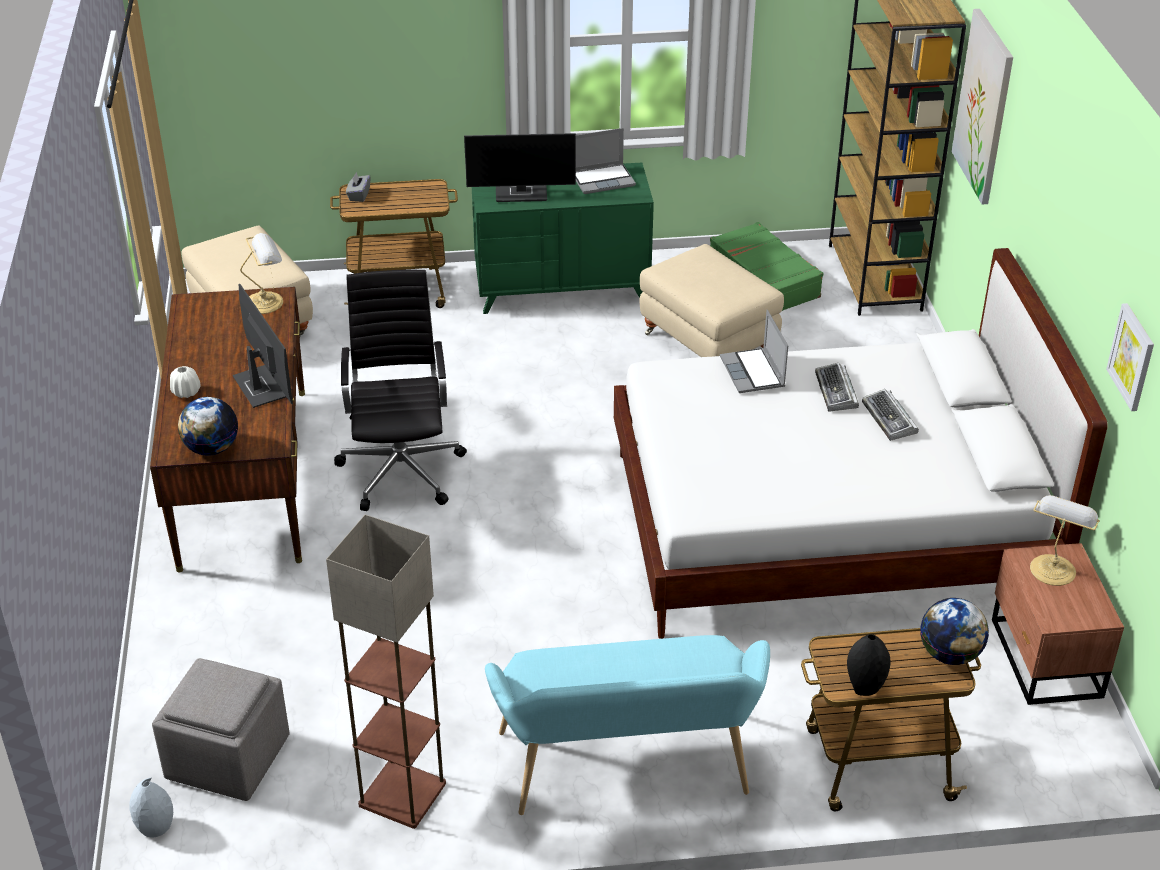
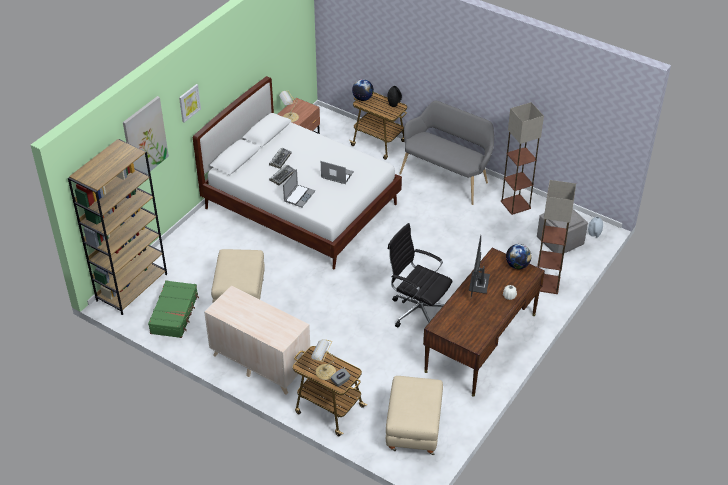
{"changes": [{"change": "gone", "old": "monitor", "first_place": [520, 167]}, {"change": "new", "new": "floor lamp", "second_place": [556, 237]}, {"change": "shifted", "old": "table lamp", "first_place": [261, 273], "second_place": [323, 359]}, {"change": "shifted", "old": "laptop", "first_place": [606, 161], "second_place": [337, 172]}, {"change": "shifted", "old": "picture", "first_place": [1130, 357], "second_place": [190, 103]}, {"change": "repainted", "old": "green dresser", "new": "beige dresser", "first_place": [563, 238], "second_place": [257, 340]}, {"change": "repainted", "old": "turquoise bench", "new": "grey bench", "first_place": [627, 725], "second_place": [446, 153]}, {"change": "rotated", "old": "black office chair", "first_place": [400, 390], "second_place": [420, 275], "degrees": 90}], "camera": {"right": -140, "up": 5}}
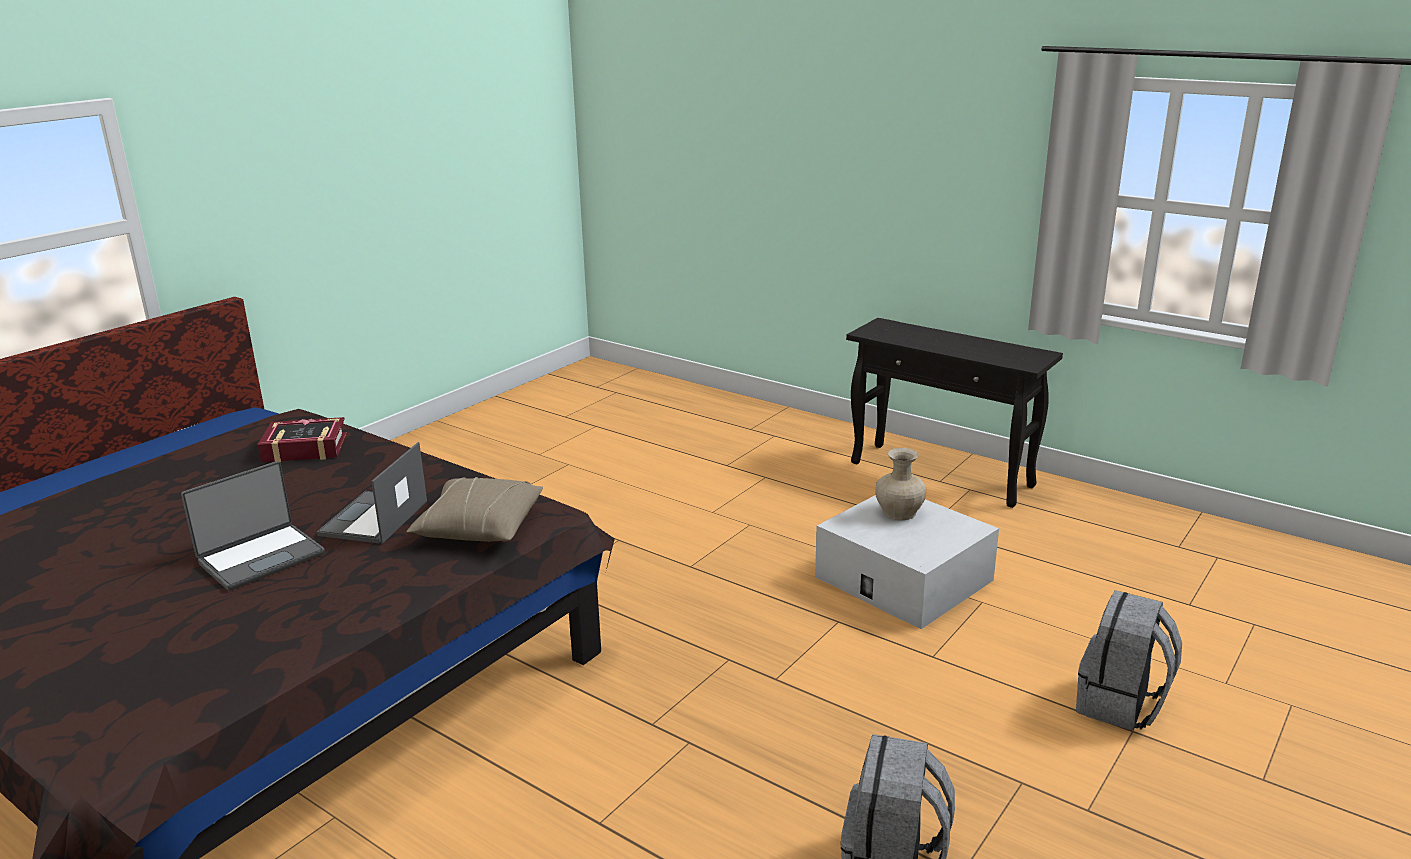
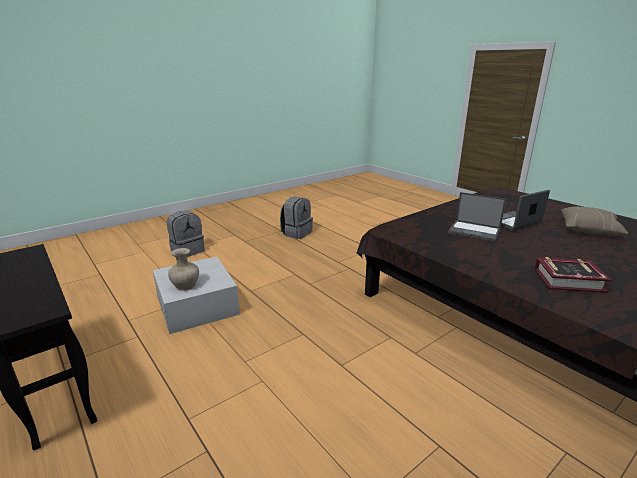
{"changes": [{"change": "shifted", "old": "beige pillow", "first_place": [474, 509], "second_place": [595, 221]}, {"change": "rotated", "old": "laptop", "first_place": [372, 493], "second_place": [477, 217], "degrees": 90}], "camera": {"right": -165, "up": 0}}
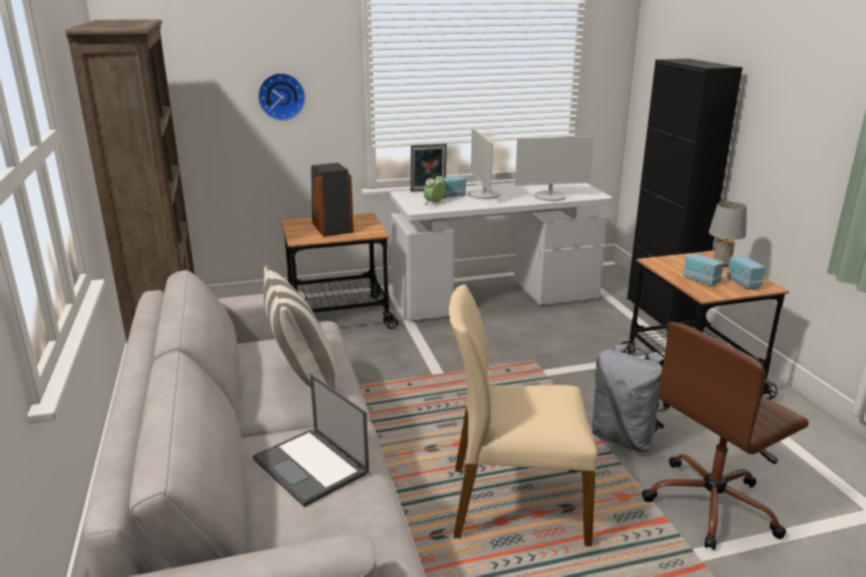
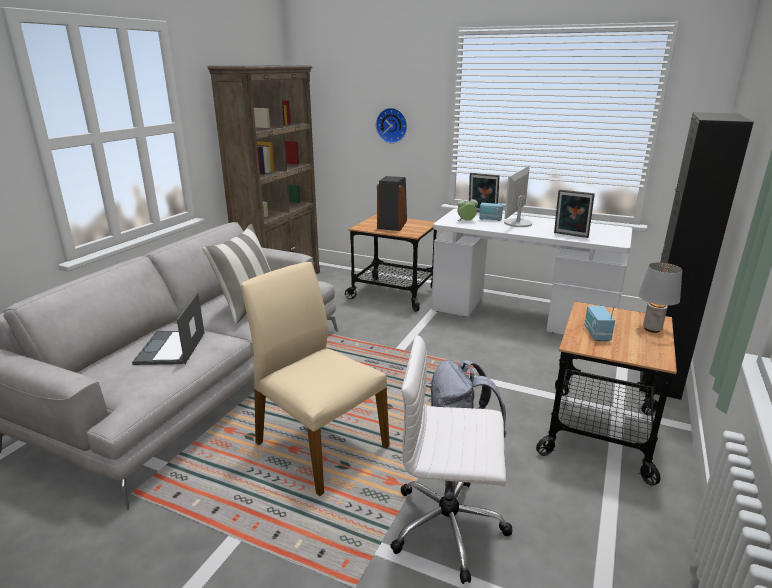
{"changes": [{"change": "gone", "old": "radio", "first_place": [746, 271]}, {"change": "swapped", "old": "monitor", "new": "picture frame", "first_place": [554, 168], "second_place": [574, 213]}, {"change": "repainted", "old": "brown office chair", "new": "white office chair", "first_place": [725, 436], "second_place": [451, 459]}], "camera": {"right": 40, "up": 0}}
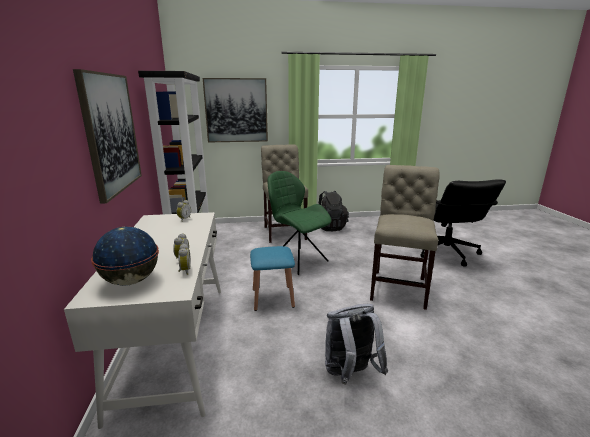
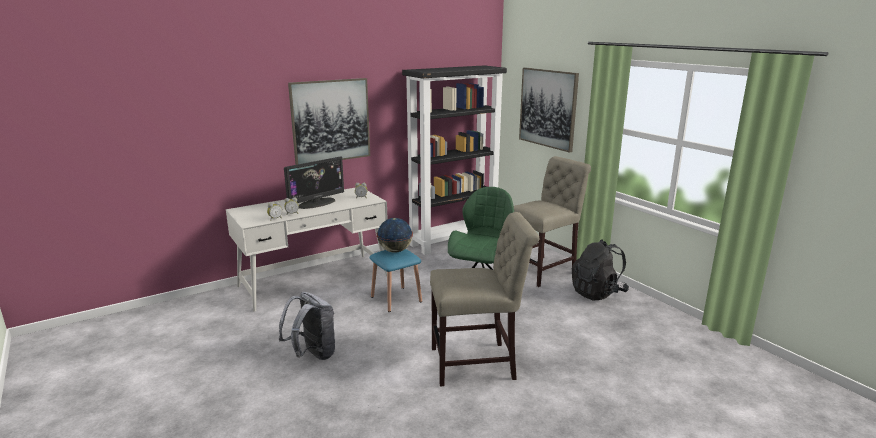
{"changes": [{"change": "gone", "old": "black office chair", "first_place": [463, 223]}, {"change": "new", "new": "monitor", "second_place": [314, 183]}, {"change": "shifted", "old": "globe", "first_place": [125, 256], "second_place": [395, 235]}], "camera": {"right": 65, "up": 0}}
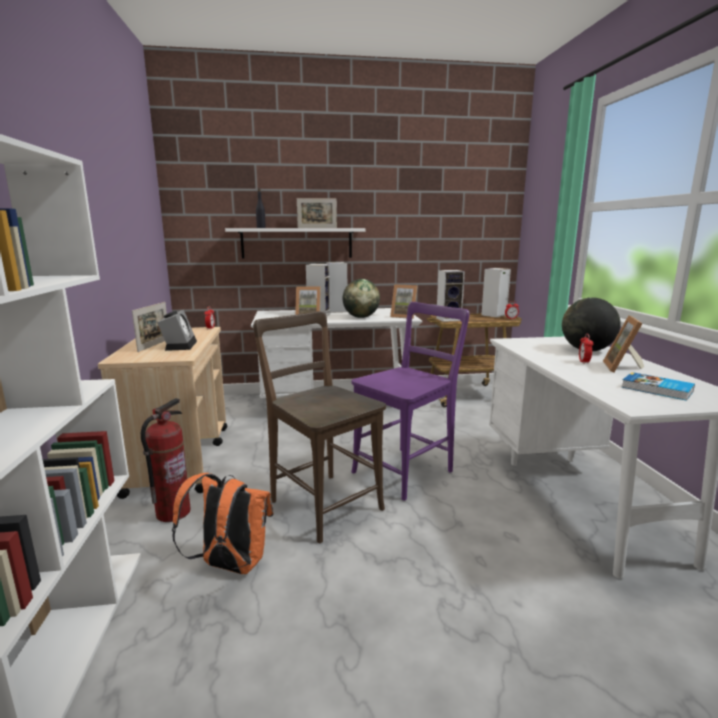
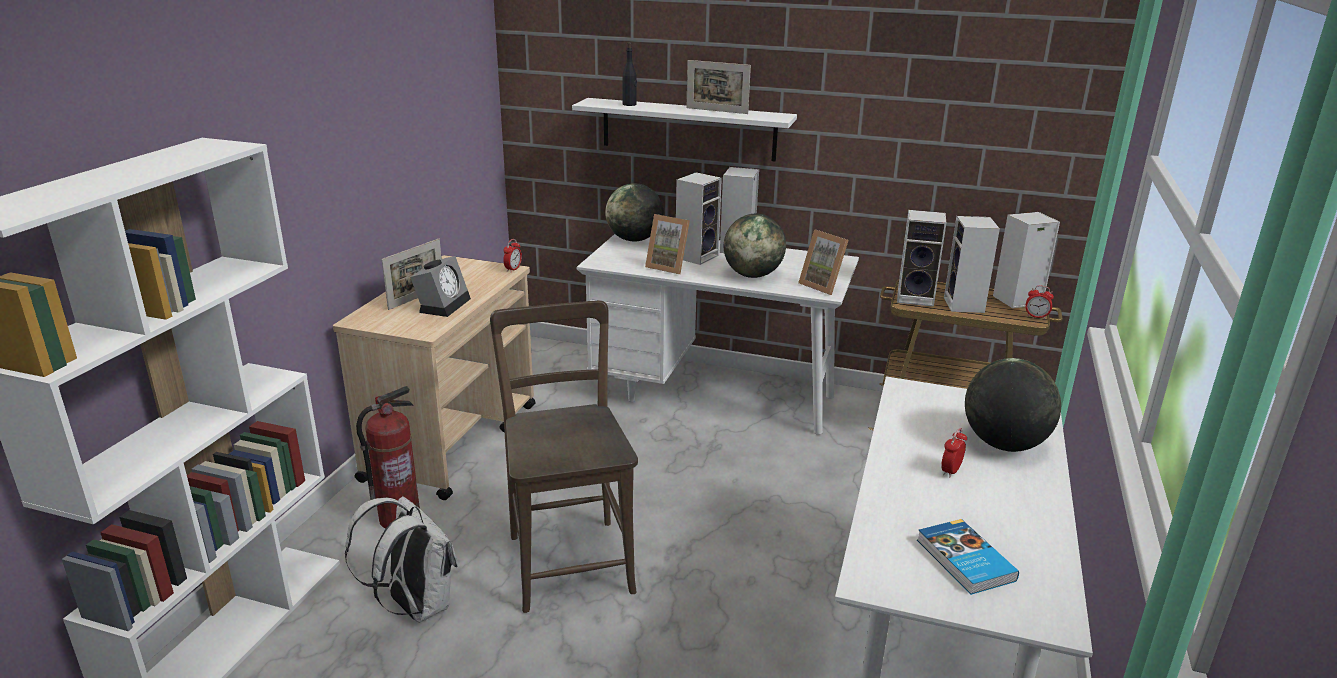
{"changes": [{"change": "gone", "old": "purple chair", "first_place": [410, 401]}, {"change": "gone", "old": "picture frame", "first_place": [623, 343]}, {"change": "new", "new": "globe", "second_place": [634, 212]}, {"change": "new", "new": "speaker", "second_place": [972, 264]}, {"change": "repainted", "old": "orange backpack", "new": "white backpack", "first_place": [223, 523], "second_place": [401, 559]}], "camera": {"right": 25, "up": 10}}
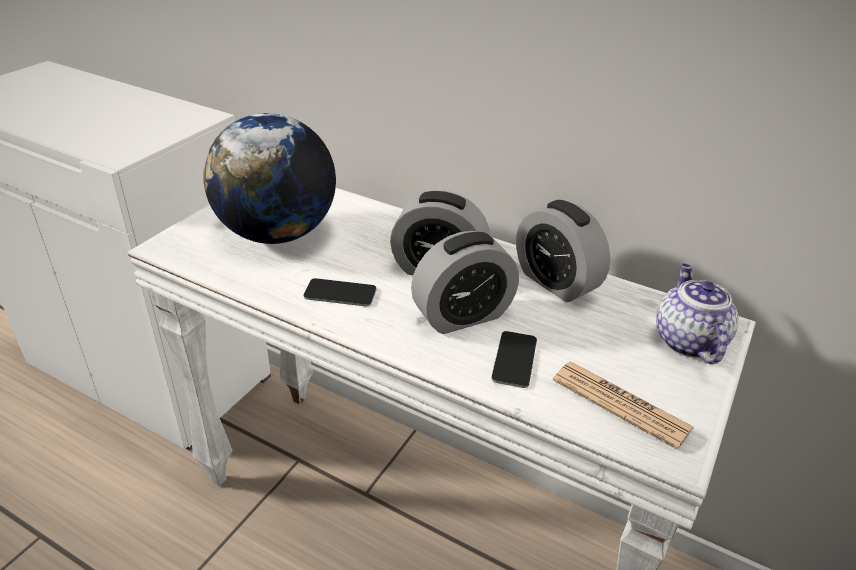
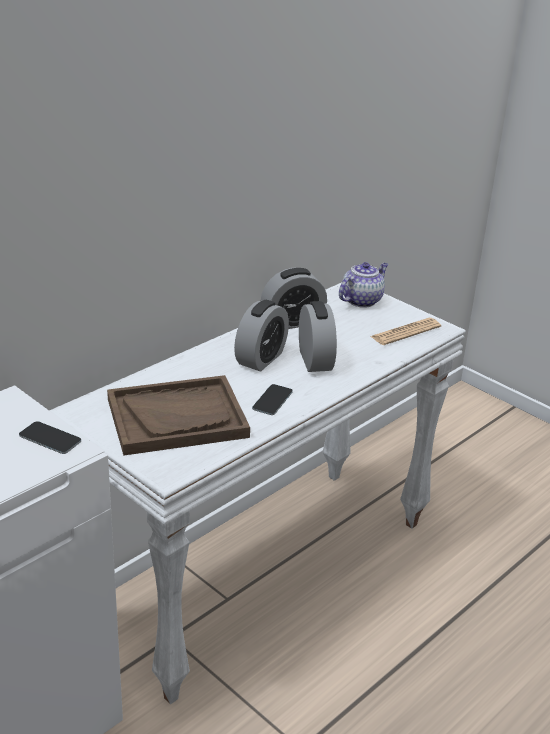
{"changes": [{"change": "shifted", "old": "phone", "first_place": [514, 359], "second_place": [50, 437]}, {"change": "swapped", "old": "globe", "new": "brown tray", "first_place": [269, 178], "second_place": [178, 415]}, {"change": "rotated", "old": "teapot", "first_place": [697, 313], "second_place": [363, 285], "degrees": 120}], "camera": {"right": -75, "up": -5}}
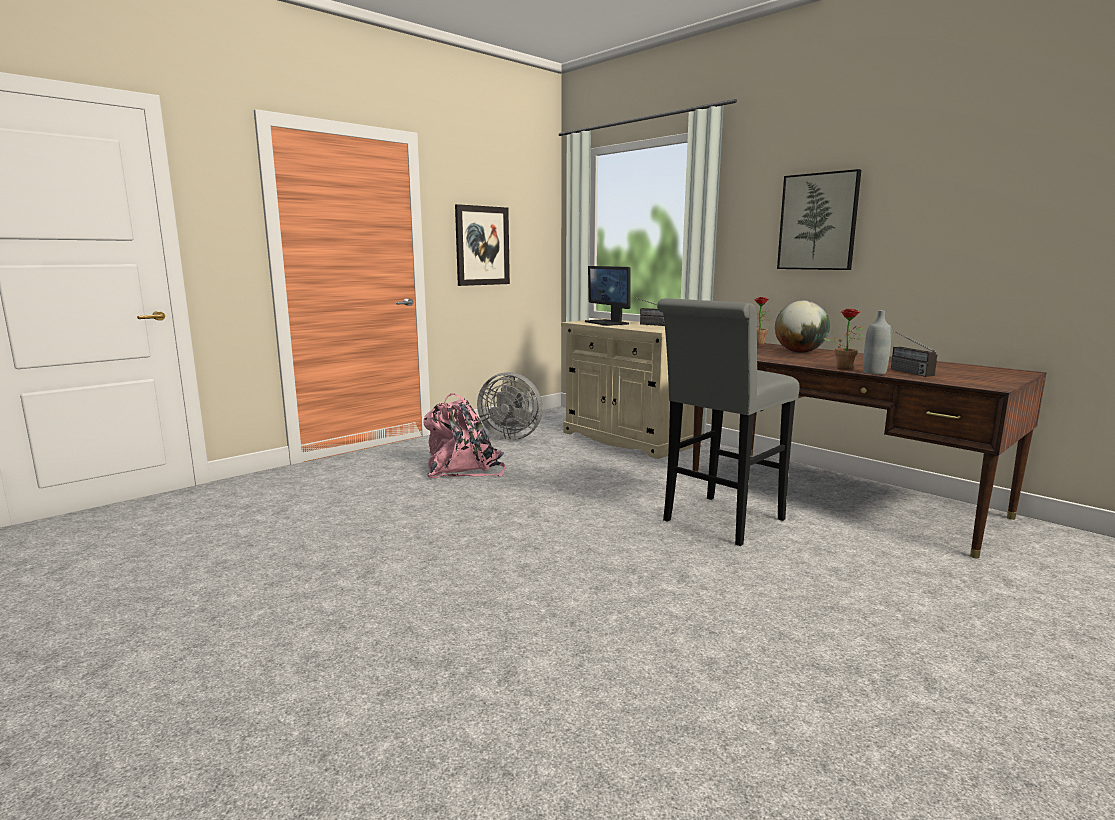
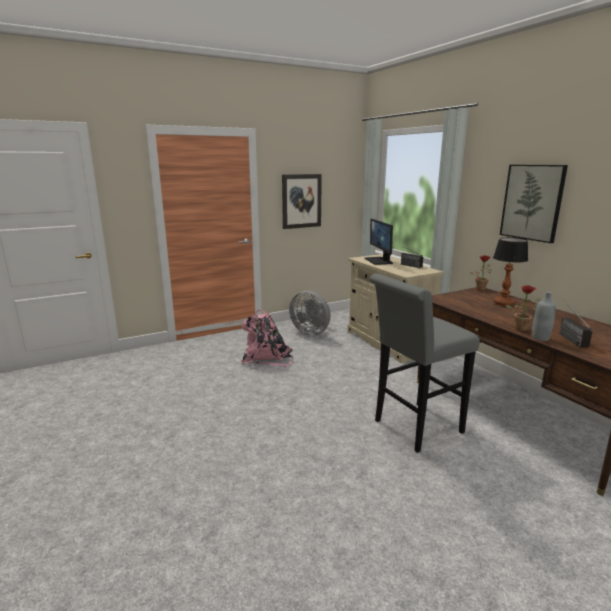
{"changes": [{"change": "swapped", "old": "globe", "new": "table lamp", "first_place": [802, 327], "second_place": [510, 271]}], "camera": {"right": 15, "up": 5}}
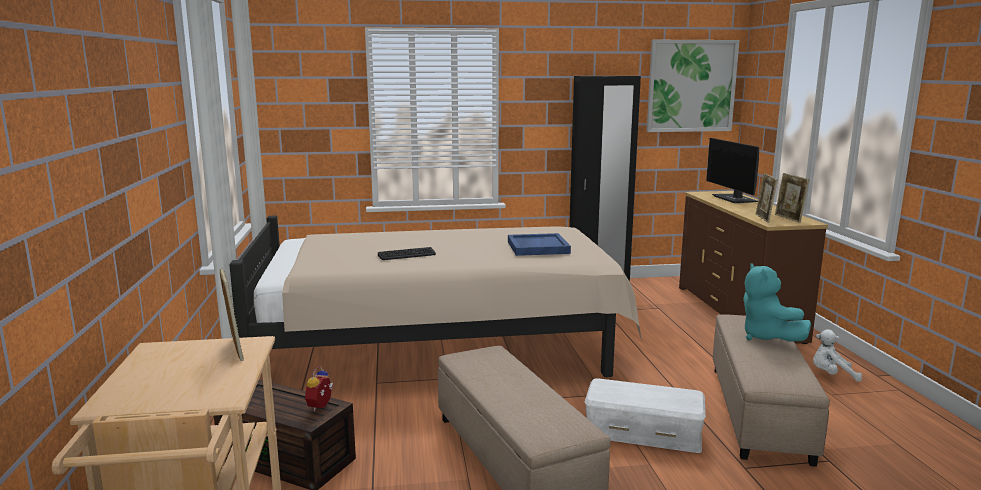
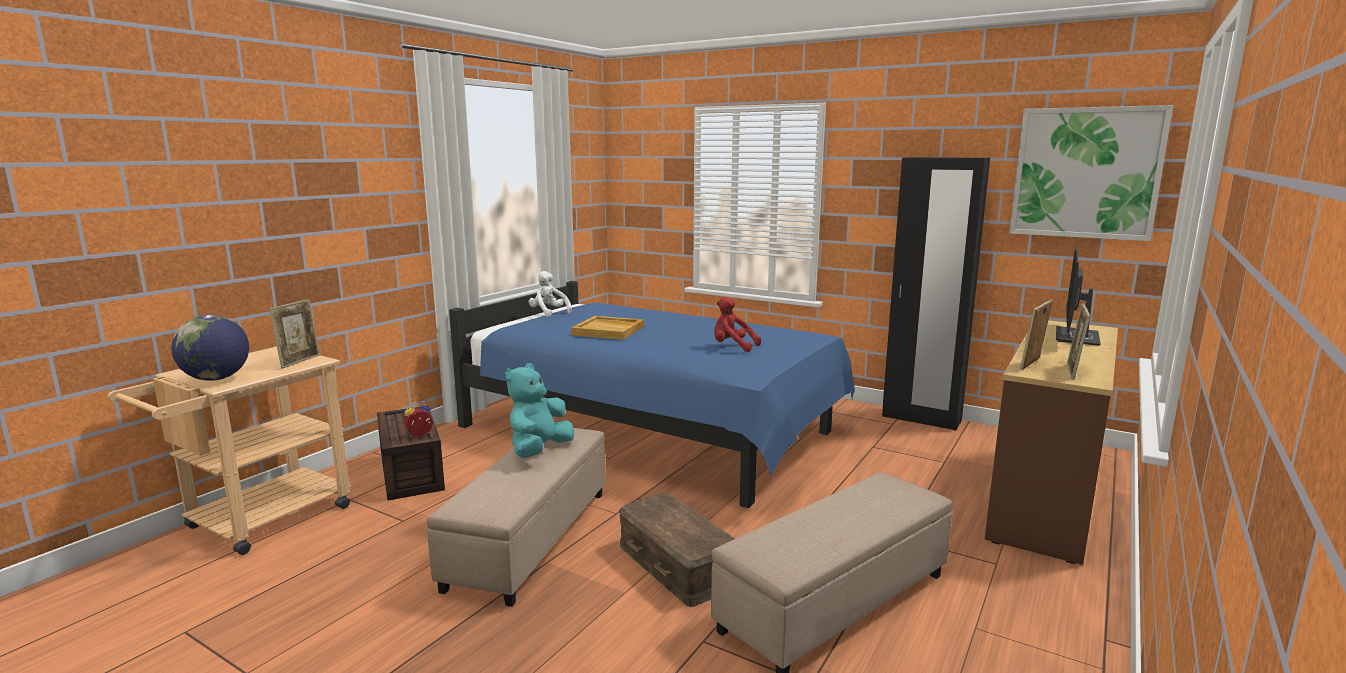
{"changes": [{"change": "new", "new": "globe", "second_place": [210, 348]}, {"change": "shifted", "old": "turquoise plush toy", "first_place": [777, 302], "second_place": [539, 410]}, {"change": "shifted", "old": "white plush toy", "first_place": [837, 355], "second_place": [550, 294]}, {"change": "swapped", "old": "keyboard", "new": "beige tray", "first_place": [407, 253], "second_place": [607, 328]}, {"change": "swapped", "old": "blue tray", "new": "red plush toy", "first_place": [539, 244], "second_place": [737, 324]}, {"change": "repainted", "old": "beige bed", "new": "blue bed", "first_place": [435, 296], "second_place": [652, 394]}, {"change": "repainted", "old": "white storage box", "new": "brown storage box", "first_place": [645, 416], "second_place": [677, 550]}], "camera": {"right": 40, "up": 0}}
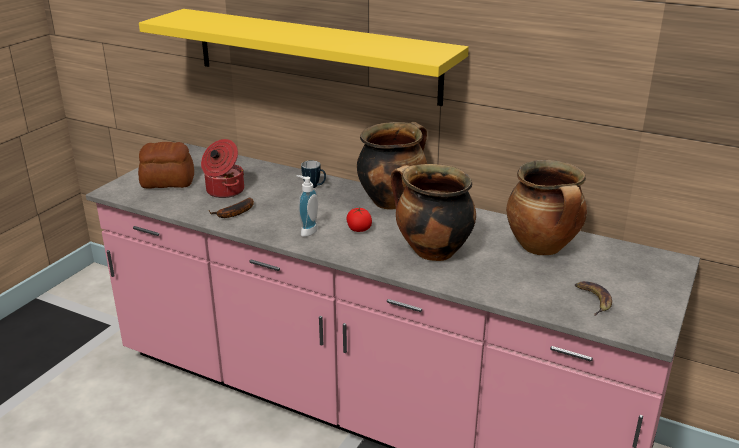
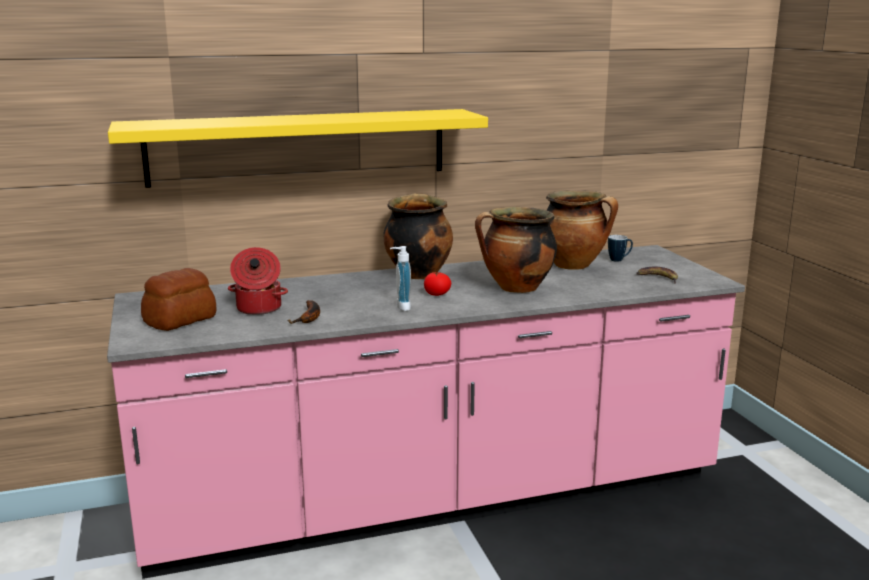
{"changes": [{"change": "shifted", "old": "mug", "first_place": [313, 174], "second_place": [620, 248]}], "camera": {"right": -45, "up": -10}}
